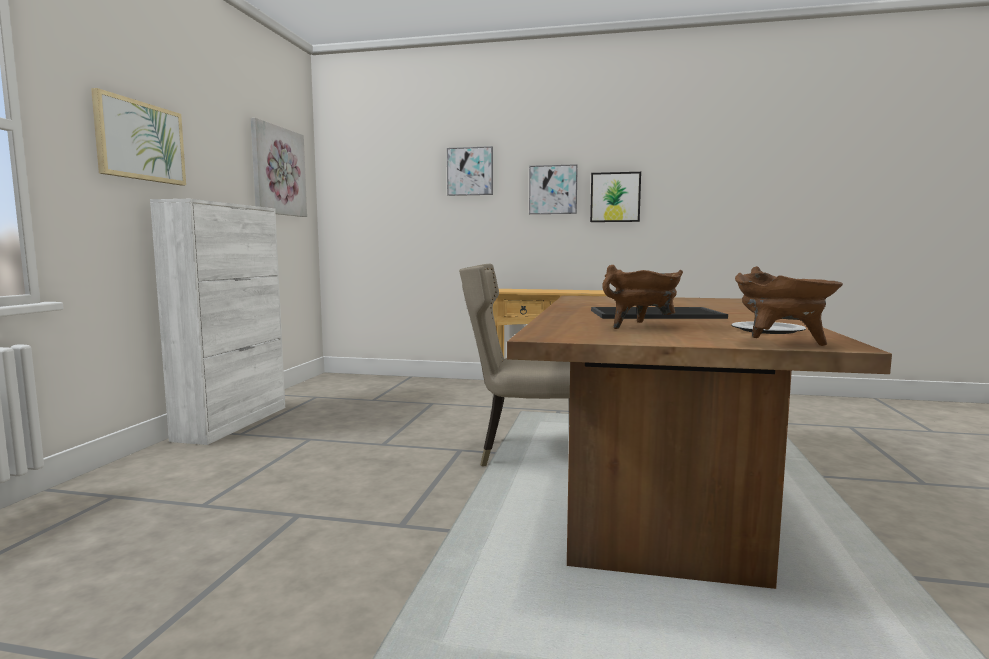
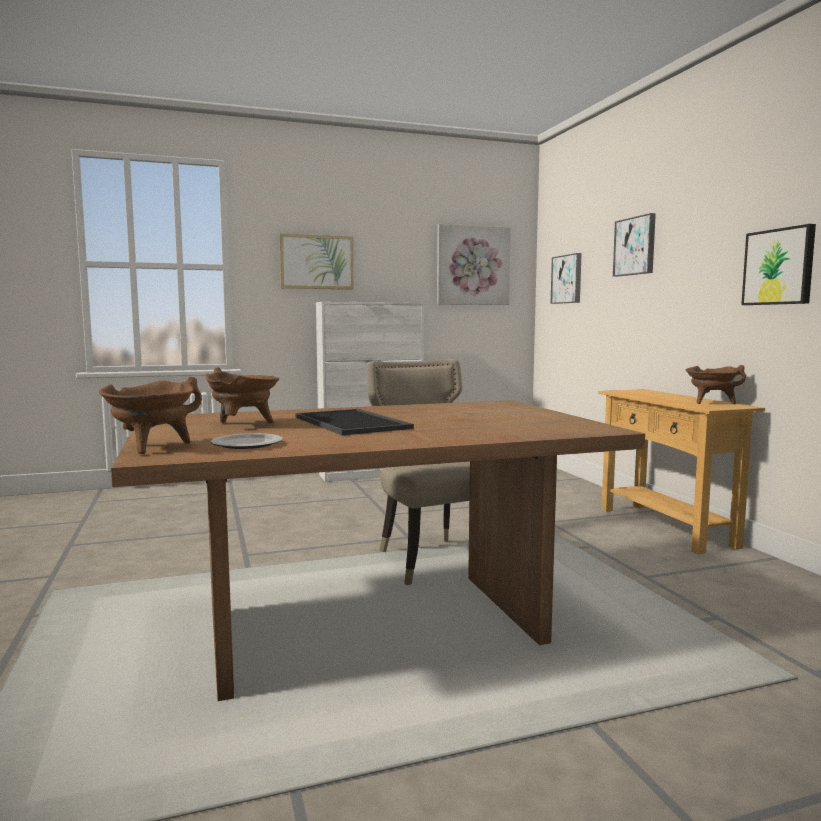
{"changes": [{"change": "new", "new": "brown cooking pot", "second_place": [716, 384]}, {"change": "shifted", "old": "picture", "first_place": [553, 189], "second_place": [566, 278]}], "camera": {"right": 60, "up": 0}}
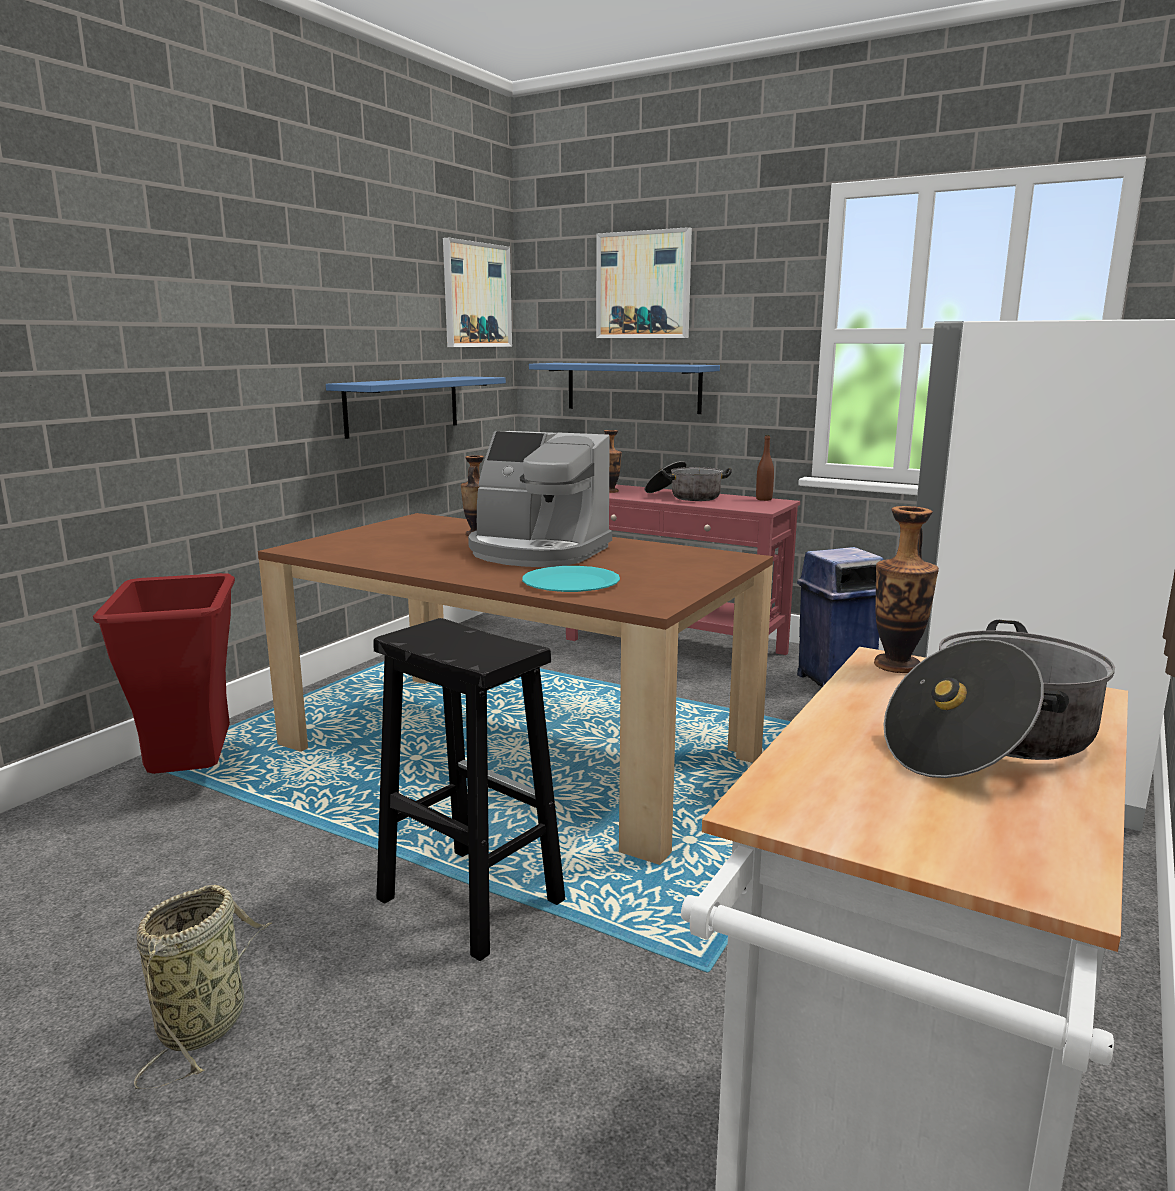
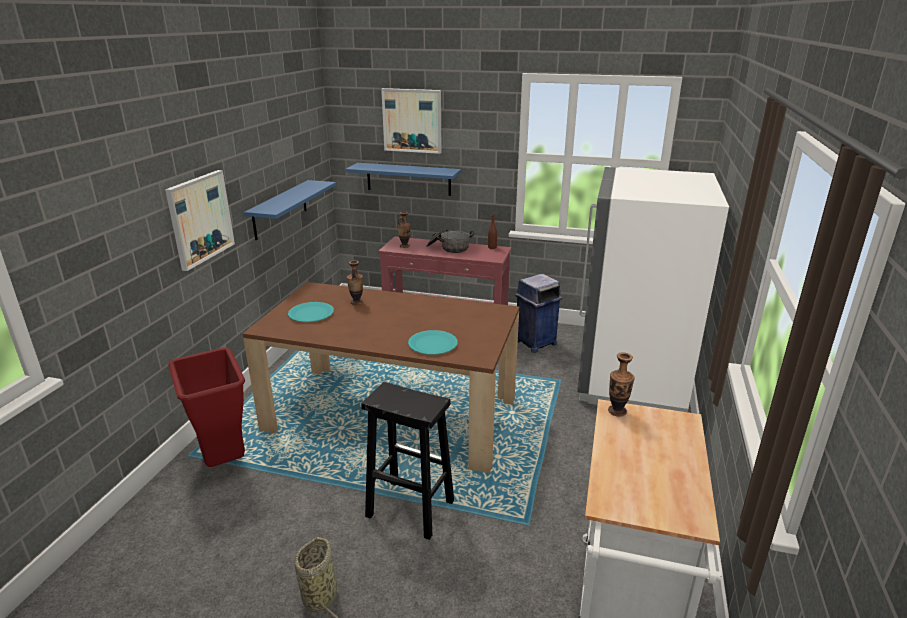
{"changes": [{"change": "gone", "old": "coffee machine", "first_place": [540, 499]}, {"change": "gone", "old": "cooking pot", "first_place": [999, 699]}, {"change": "new", "new": "turquoise plate", "second_place": [311, 312]}, {"change": "shifted", "old": "picture", "first_place": [477, 292], "second_place": [200, 220]}], "camera": {"right": -15, "up": 10}}
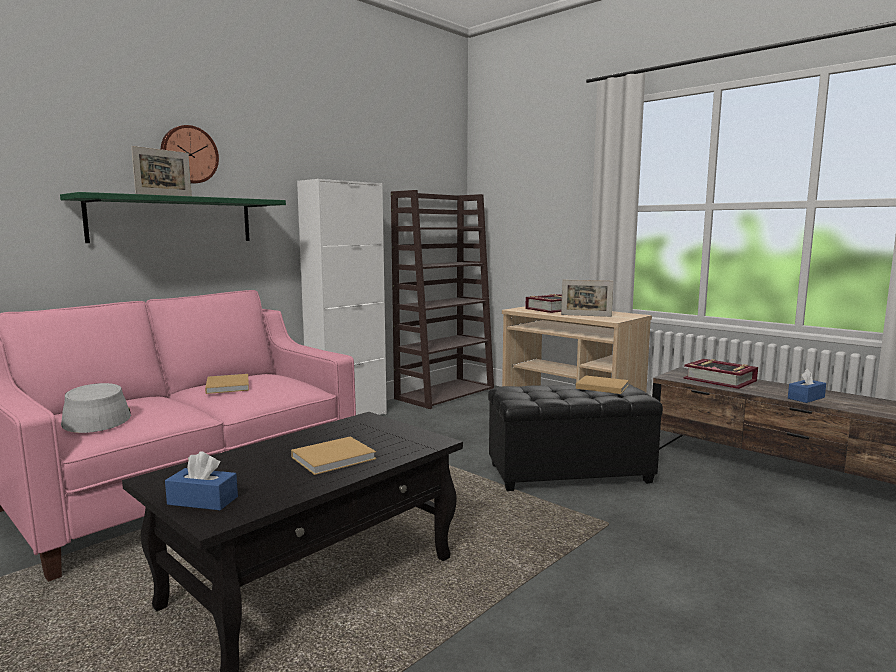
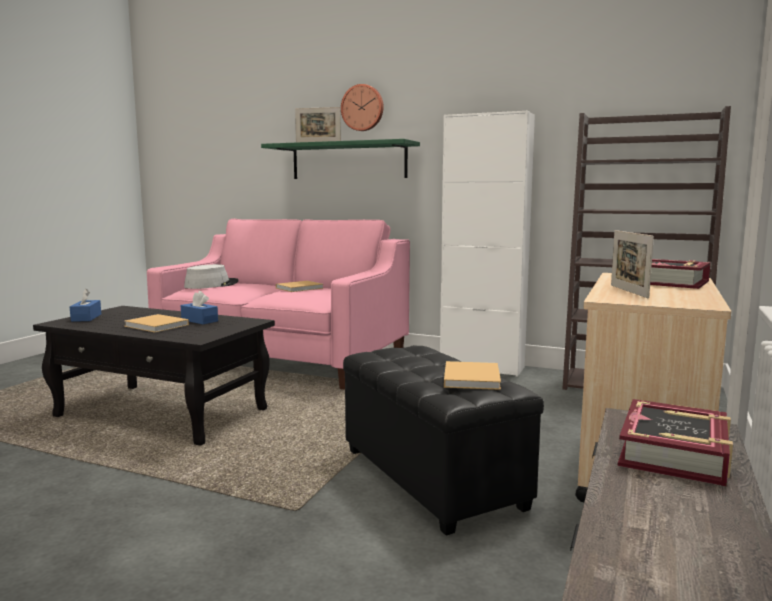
{"changes": [{"change": "shifted", "old": "blue tissue box", "first_place": [807, 386], "second_place": [199, 307]}], "camera": {"right": 70, "up": 0}}
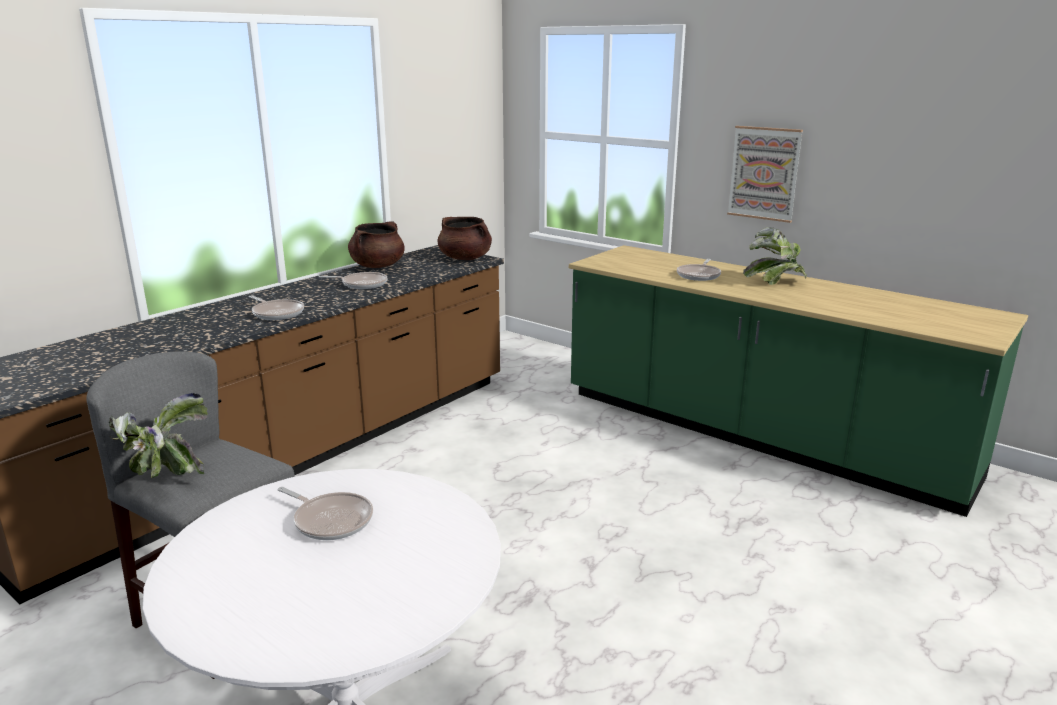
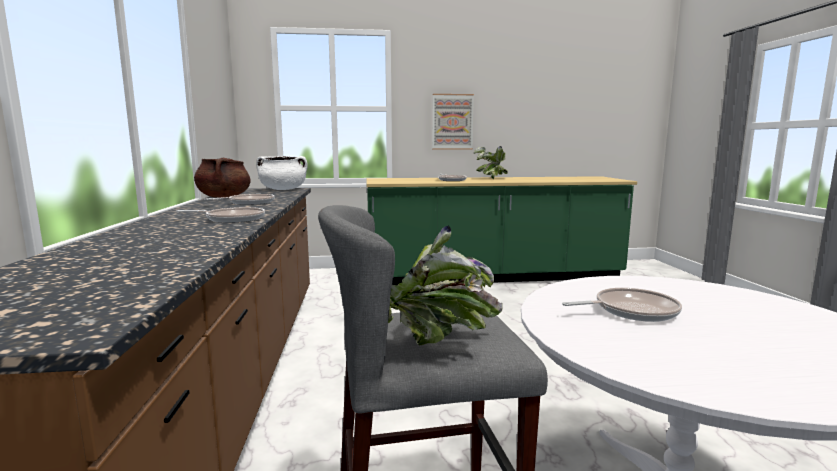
{"changes": [{"change": "repainted", "old": "brown cooking pot", "new": "white cooking pot", "first_place": [465, 238], "second_place": [281, 173]}], "camera": {"right": -45, "up": -10}}
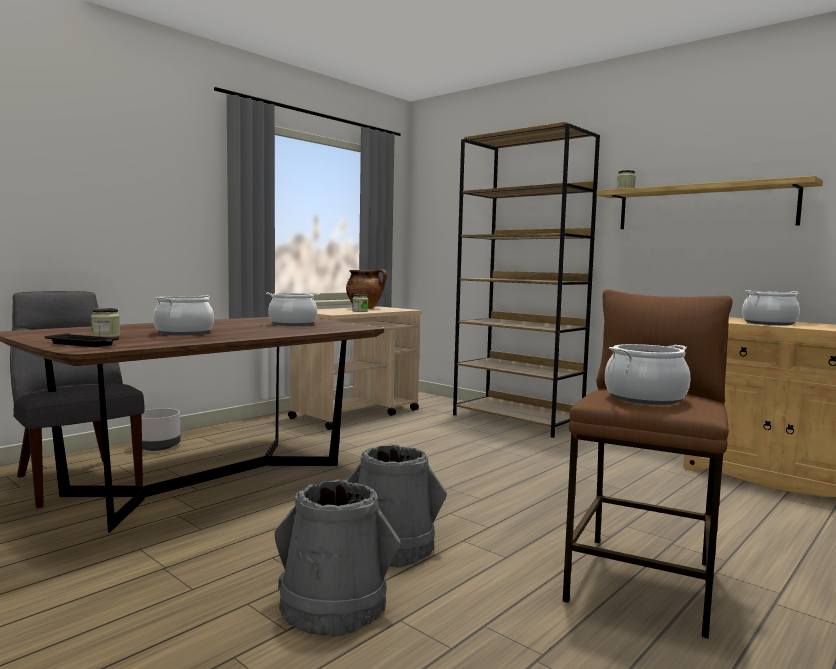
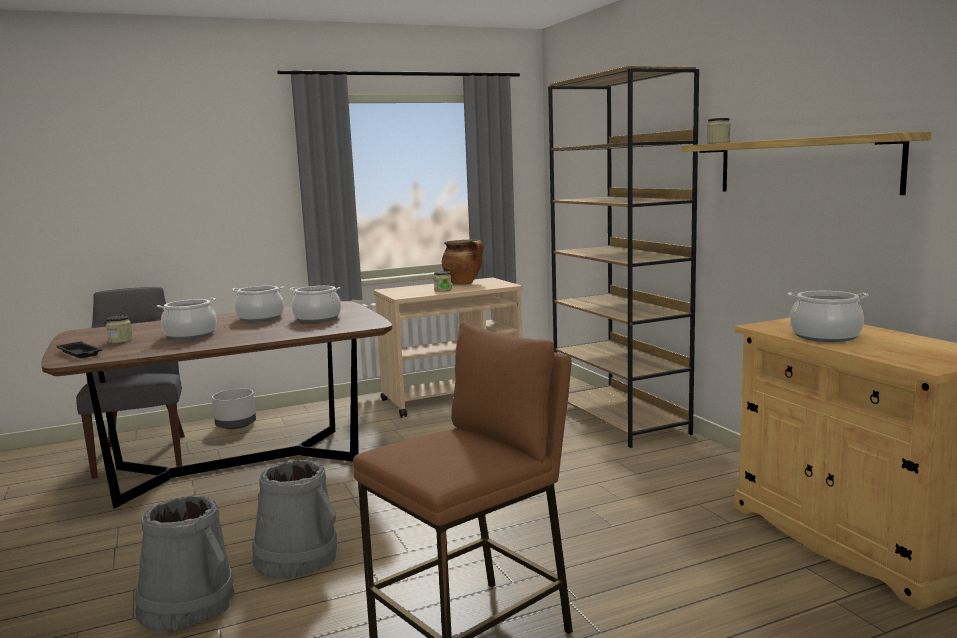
{"changes": [{"change": "shifted", "old": "cooking pot", "first_place": [648, 374], "second_place": [258, 304]}], "camera": {"right": 25, "up": 5}}
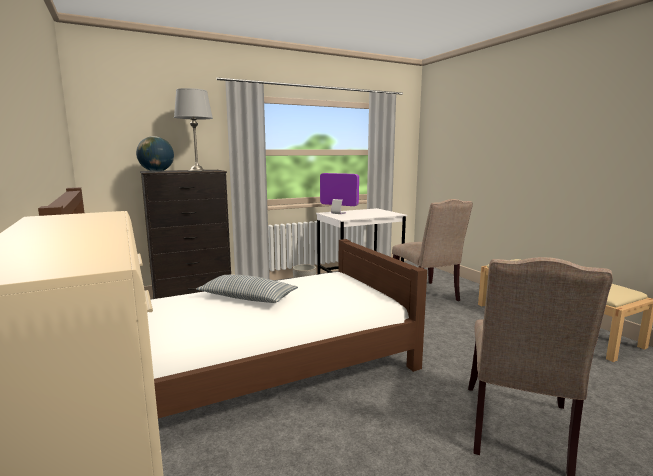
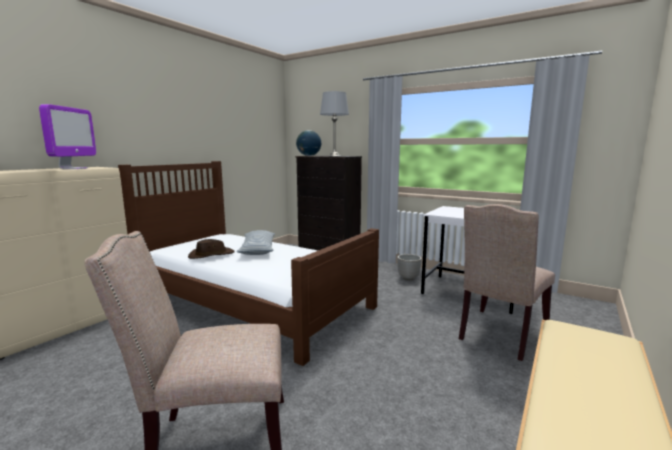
{"changes": [{"change": "new", "new": "brown hat", "second_place": [211, 249]}, {"change": "shifted", "old": "monitor", "first_place": [339, 193], "second_place": [67, 136]}], "camera": {"right": 60, "up": 0}}
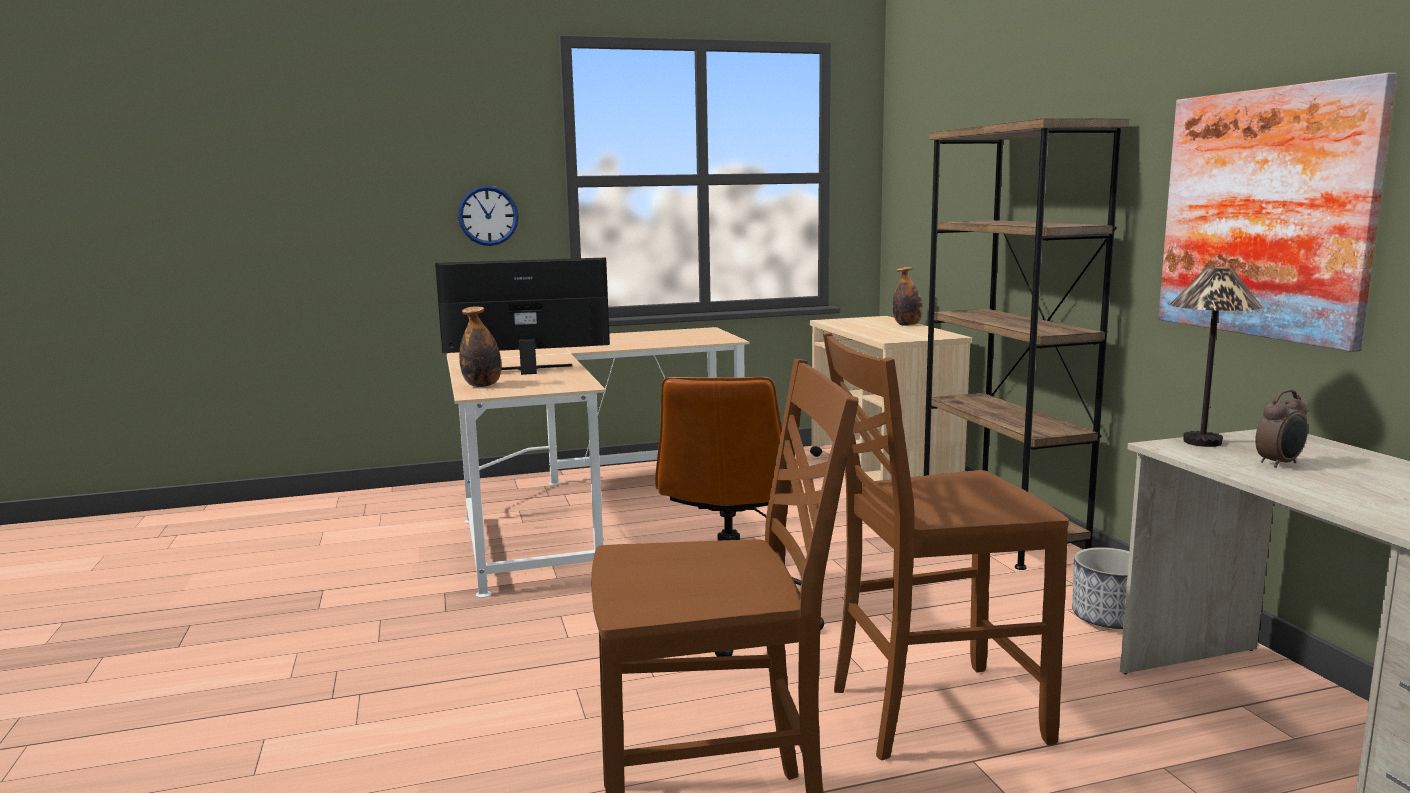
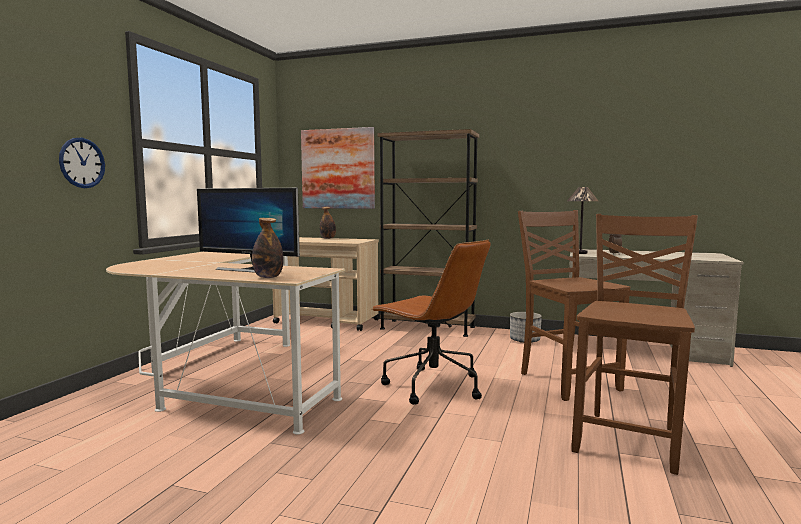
{"changes": [{"change": "shifted", "old": "picture", "first_place": [1277, 212], "second_place": [338, 168]}, {"change": "rotated", "old": "monitor", "first_place": [522, 316], "second_place": [248, 230], "degrees": -90}, {"change": "rotated", "old": "brown chair", "first_place": [946, 546], "second_place": [574, 305], "degrees": 135}], "camera": {"right": -55, "up": -5}}
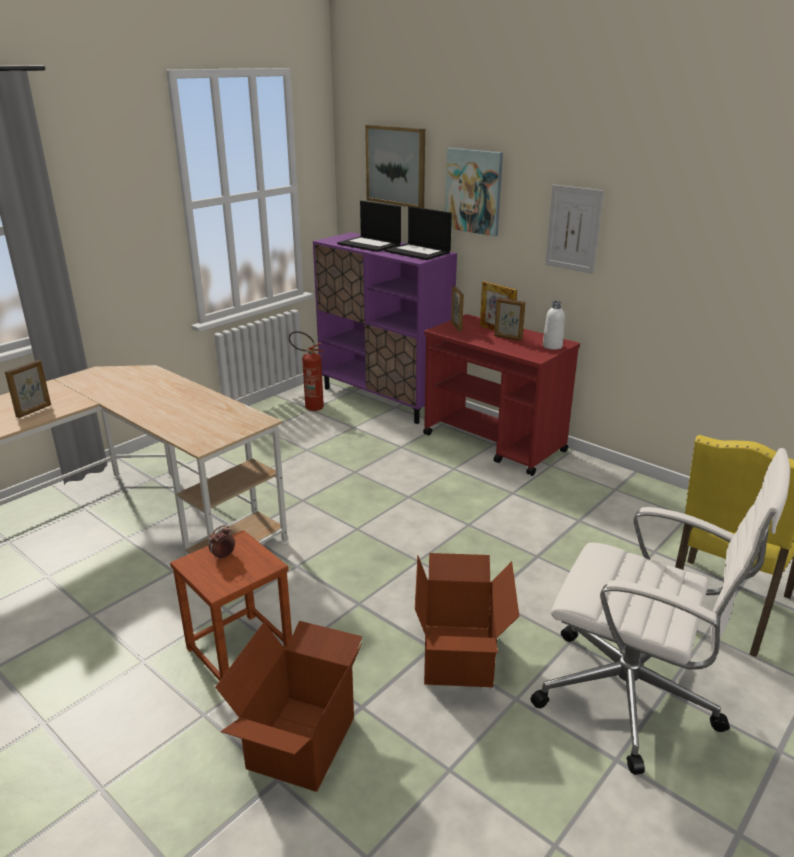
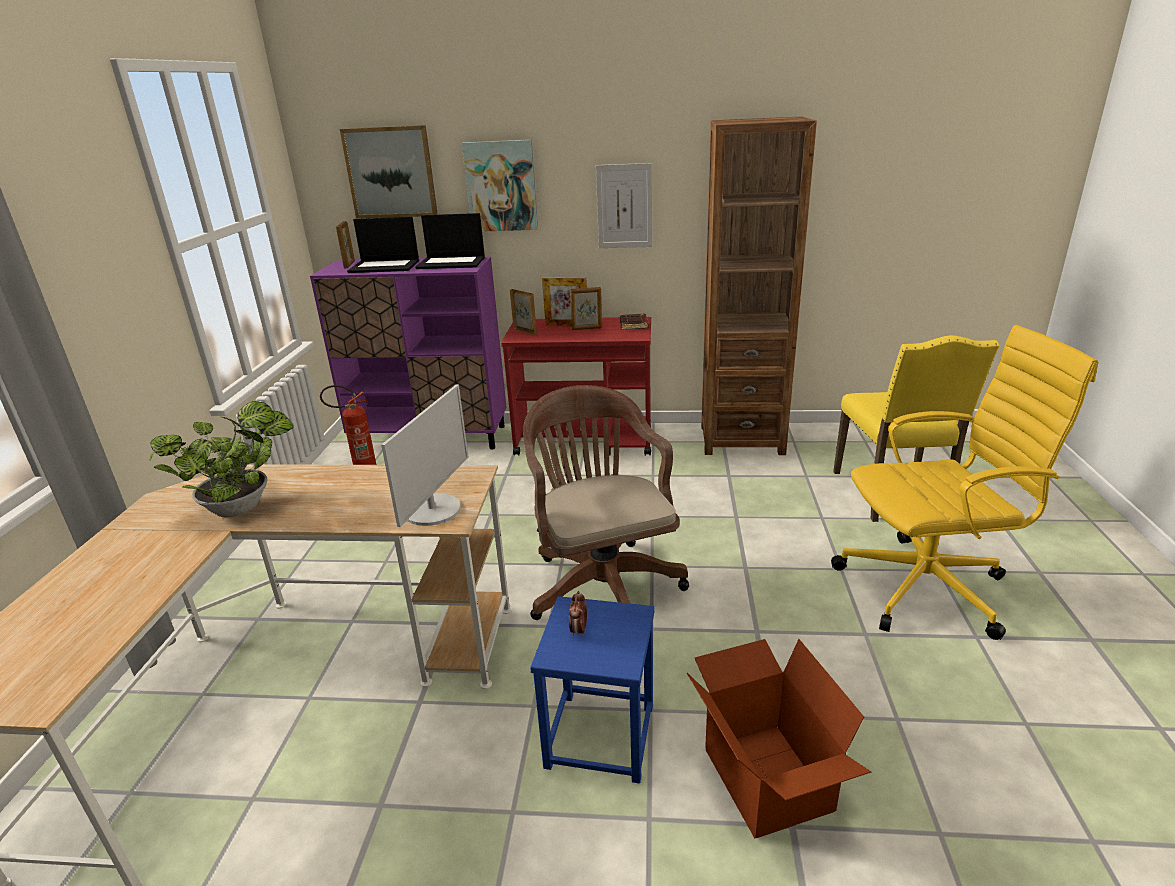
{"changes": [{"change": "gone", "old": "cardboard box", "first_place": [467, 620]}, {"change": "new", "new": "potted plant", "second_place": [221, 459]}, {"change": "new", "new": "monitor", "second_place": [425, 455]}, {"change": "new", "new": "brown office chair", "second_place": [606, 502]}, {"change": "new", "new": "brown bookcase", "second_place": [759, 285]}, {"change": "shifted", "old": "picture frame", "first_place": [28, 389], "second_place": [345, 244]}, {"change": "swapped", "old": "white bottle", "new": "brown book", "first_place": [554, 325], "second_place": [634, 322]}, {"change": "repainted", "old": "brown stool", "new": "blue stool", "first_place": [231, 605], "second_place": [592, 690]}, {"change": "repainted", "old": "white office chair", "new": "yellow office chair", "first_place": [660, 611], "second_place": [964, 482]}], "camera": {"right": -35, "up": 0}}
